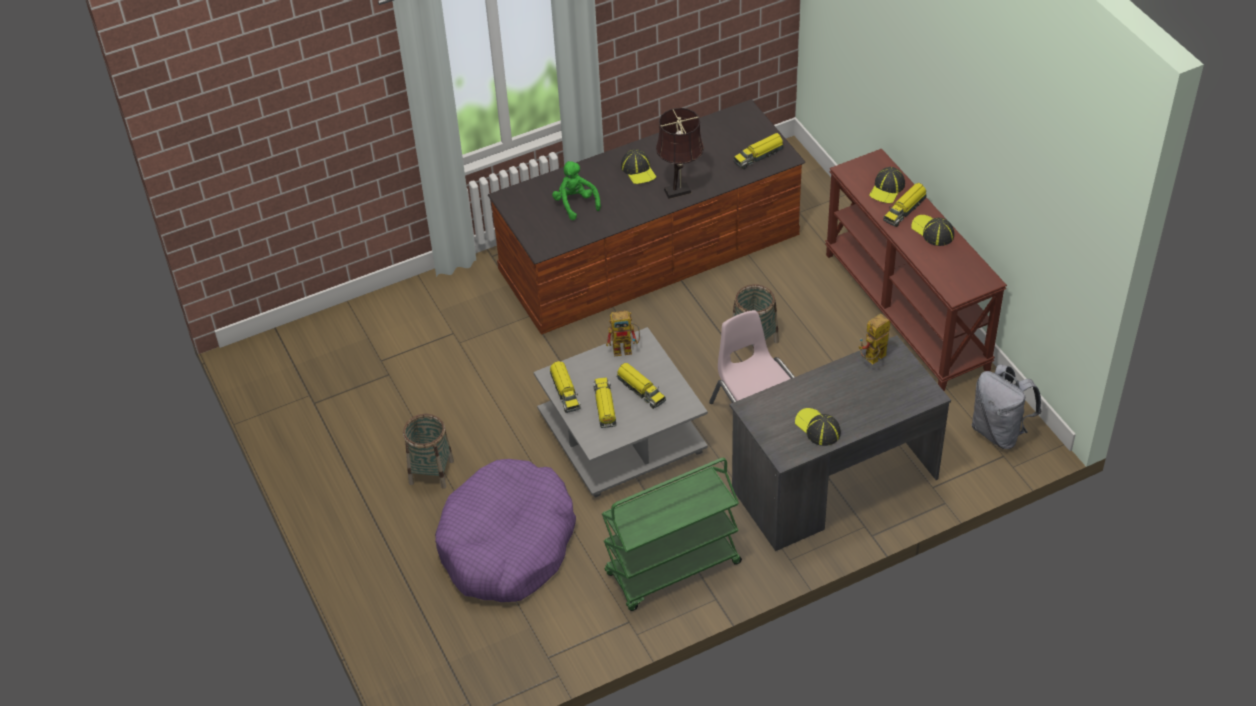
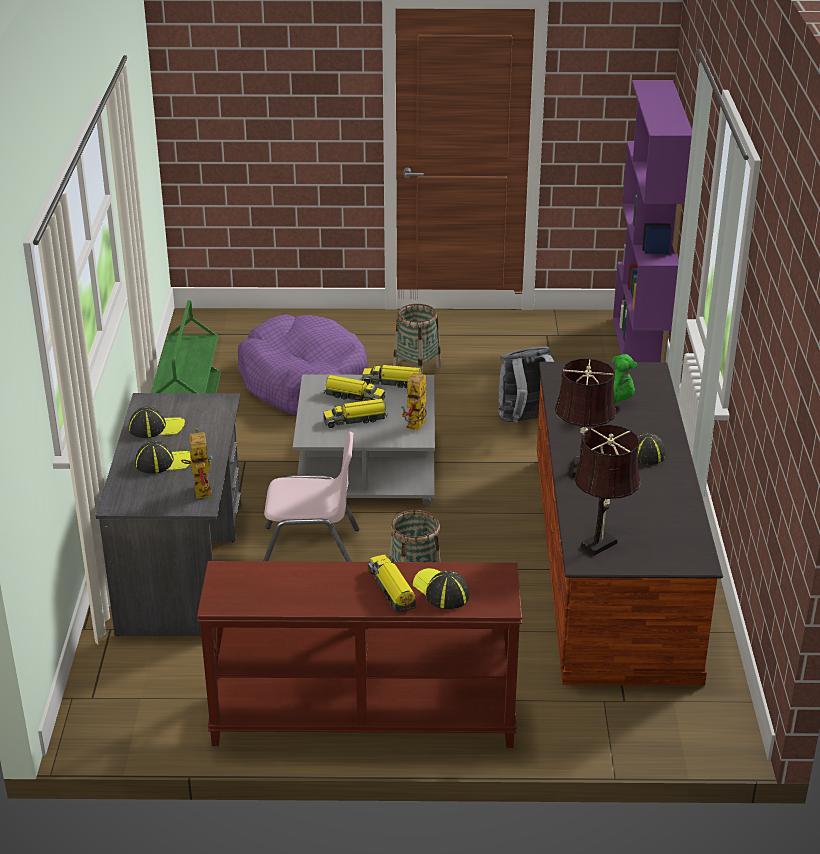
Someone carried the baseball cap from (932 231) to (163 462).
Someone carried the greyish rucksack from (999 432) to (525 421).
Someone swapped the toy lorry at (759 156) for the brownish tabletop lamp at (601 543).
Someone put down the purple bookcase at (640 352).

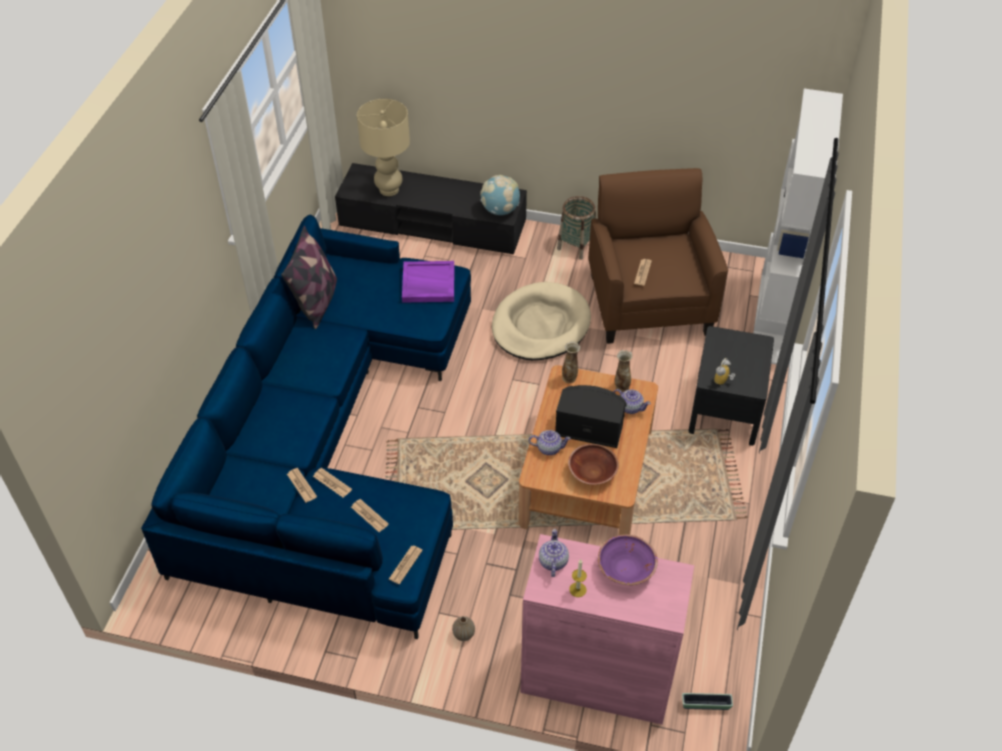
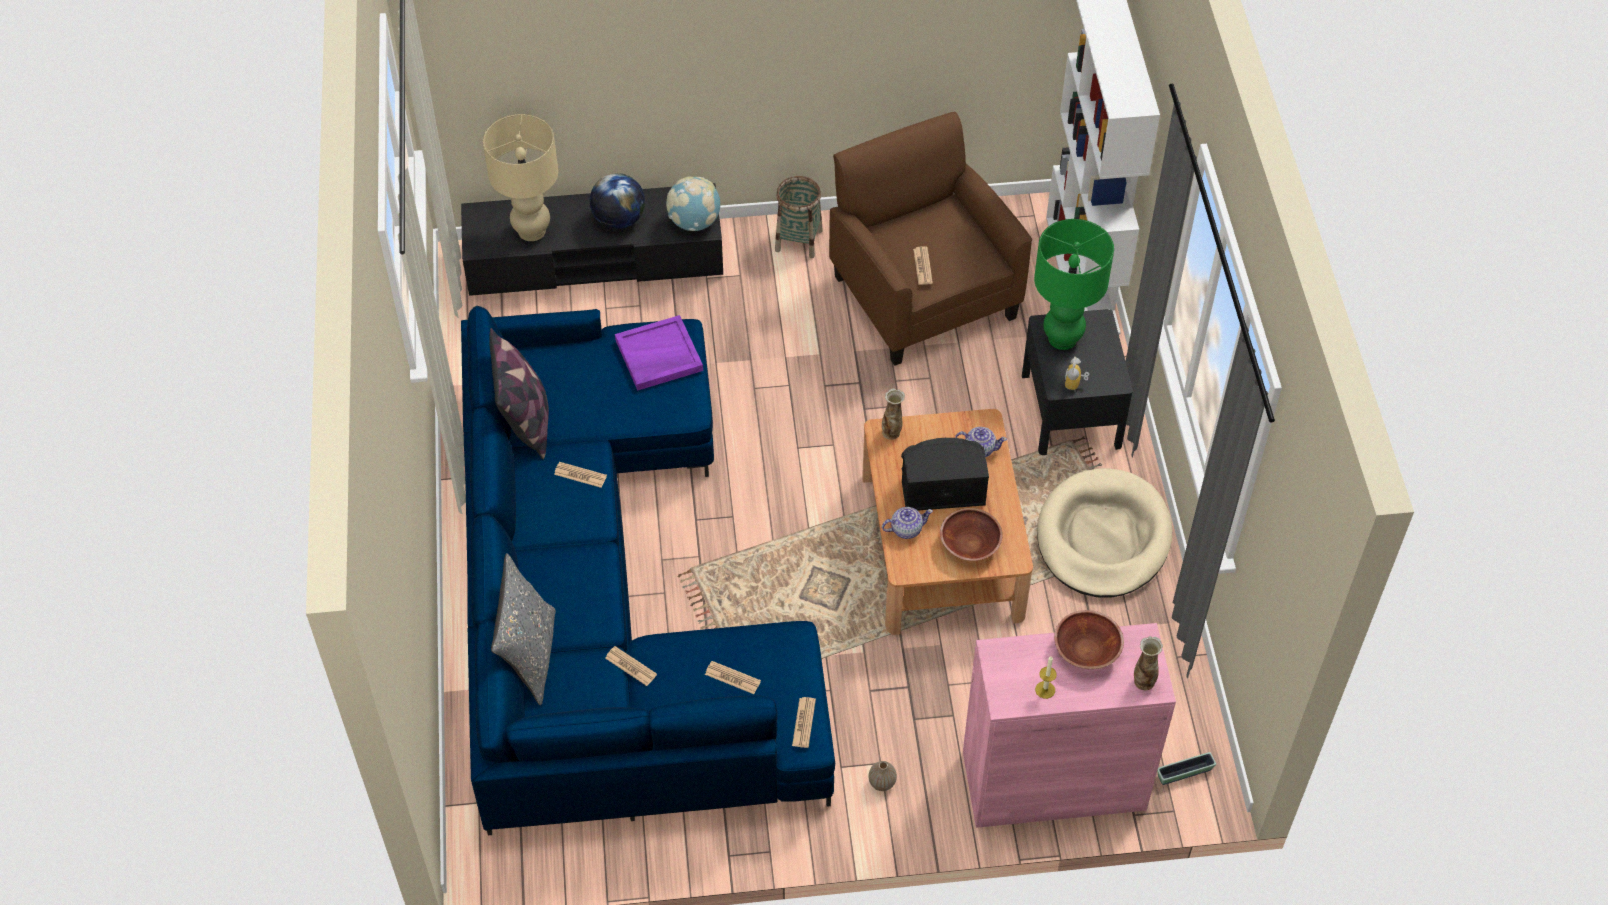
Someone put down the greyish throw pillow at (529 656).
Someone carried the daily paper from (332 483) to (580 475).
Someone put down the globe at (619 220).
Someone put down the greenish tabletop lamp at (1063 338).
Someone carried the sand-coloured dog cushion from (540 325) to (1103 537).
Someone repainted the purple serving bowl at (626 569), which became the brownish serving bowl at (1087 650).
Someone carried the vase from (621 387) to (1143 681).
Someone took away the tea pot at (552 561).

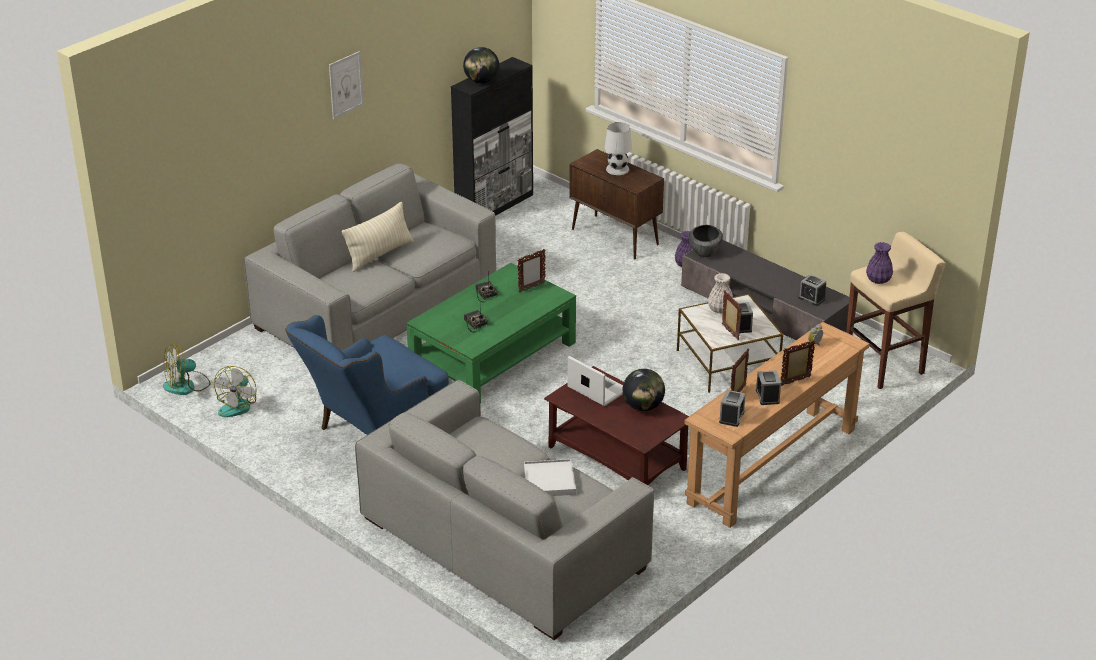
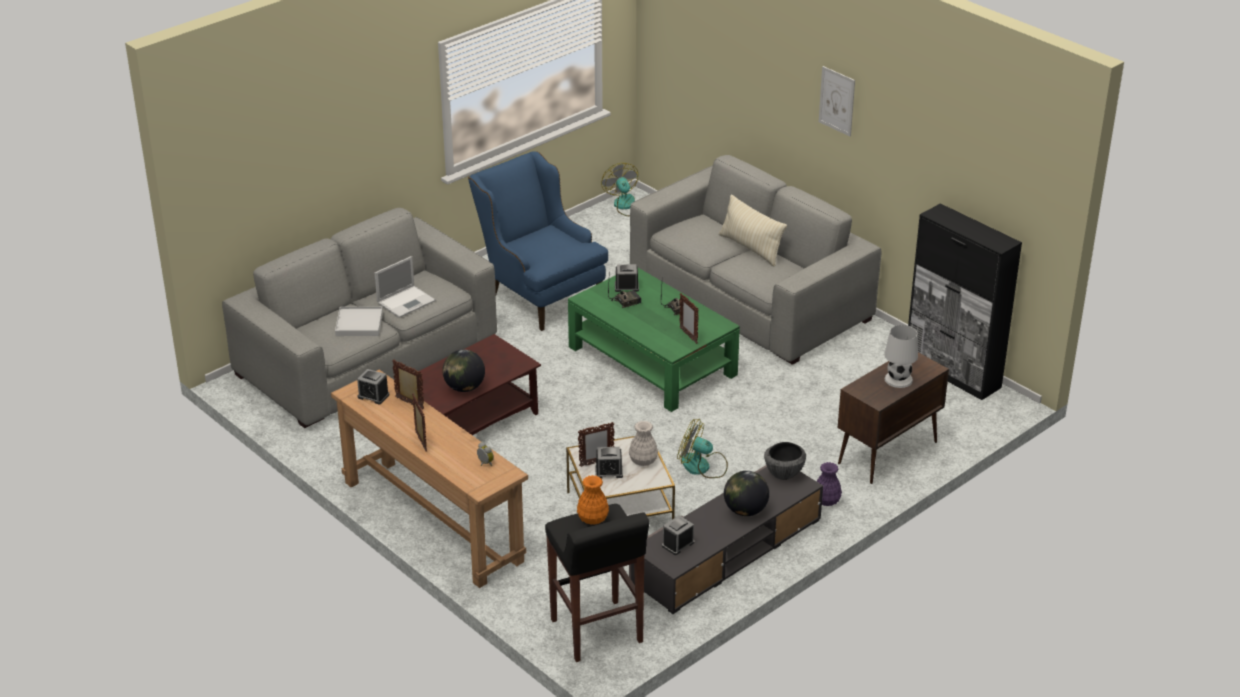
Someone carried the portable computer from (596 389) to (407 301).
Someone repainted the sand-coloured stool at (885 366), which became the black-coloured stool at (597 632).
Someone repainted the purple vase at (878 280), which became the orangey vase at (592 519).
Someone carried the table clock from (767 396) to (626 287).
Someone carried the electric fan from (238 405) to (702 466).
Someone carried the globe from (481 81) to (745 511).

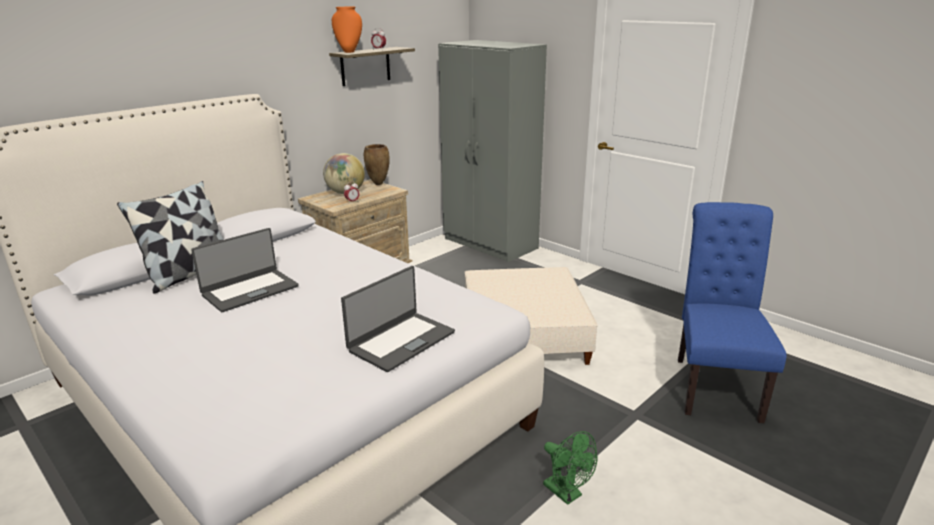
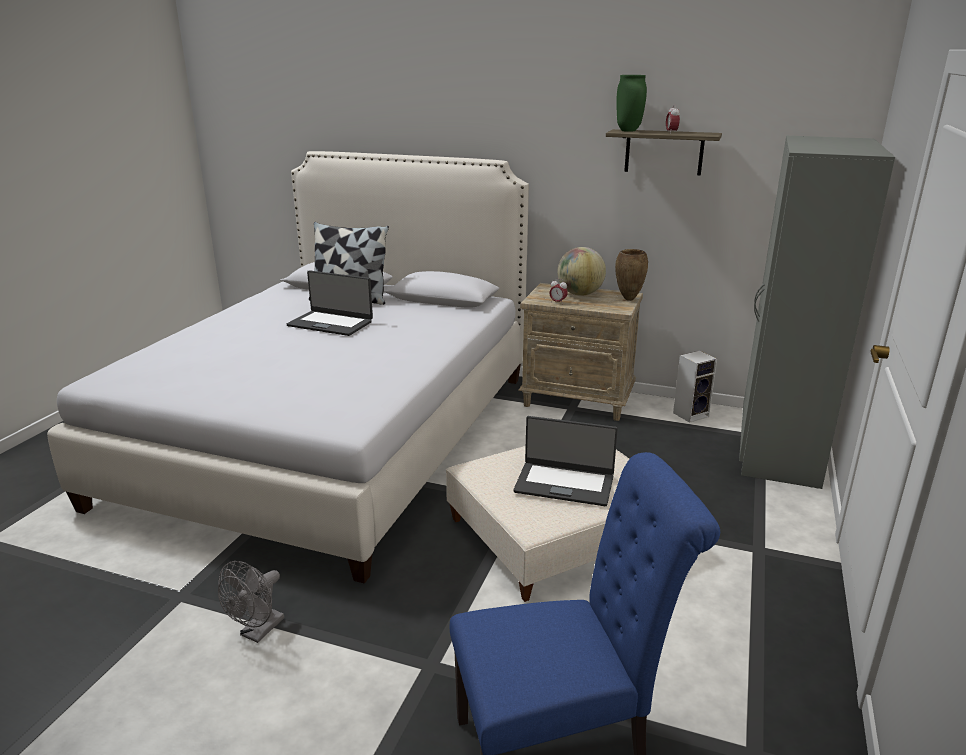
Someone repainted the greenish electric fan at (567 494), which became the greyish electric fan at (258 632).
Someone carried the portable computer from (400 341) to (564 483).
Someone repainted the orangey vase at (349 52), which became the greenish vase at (629 130).
Someone put down the audio speaker at (691 414).

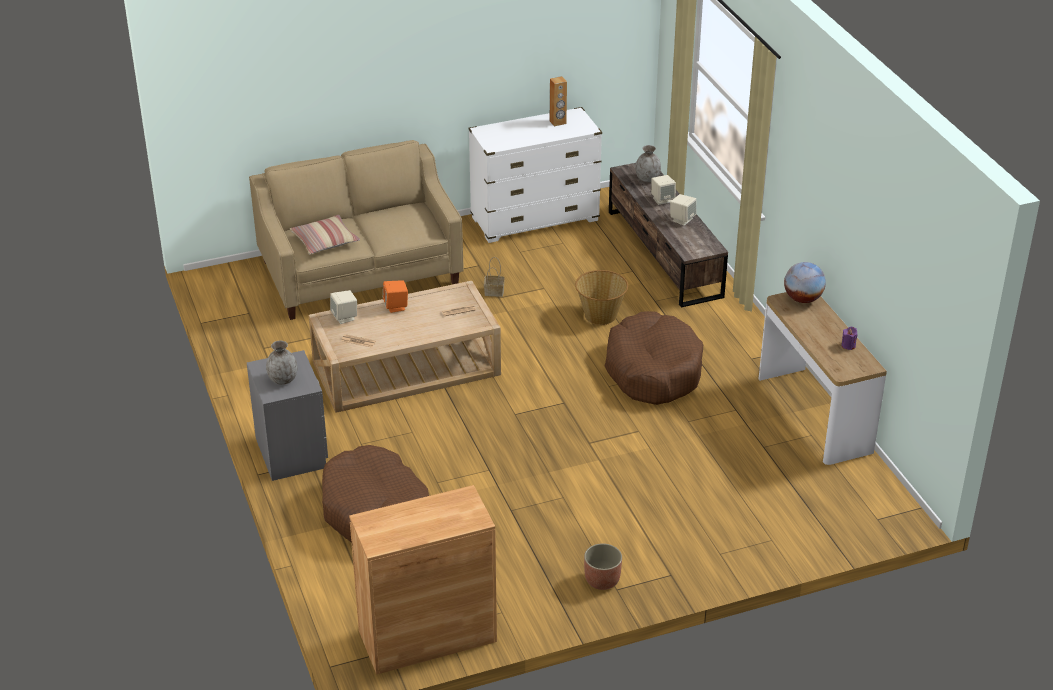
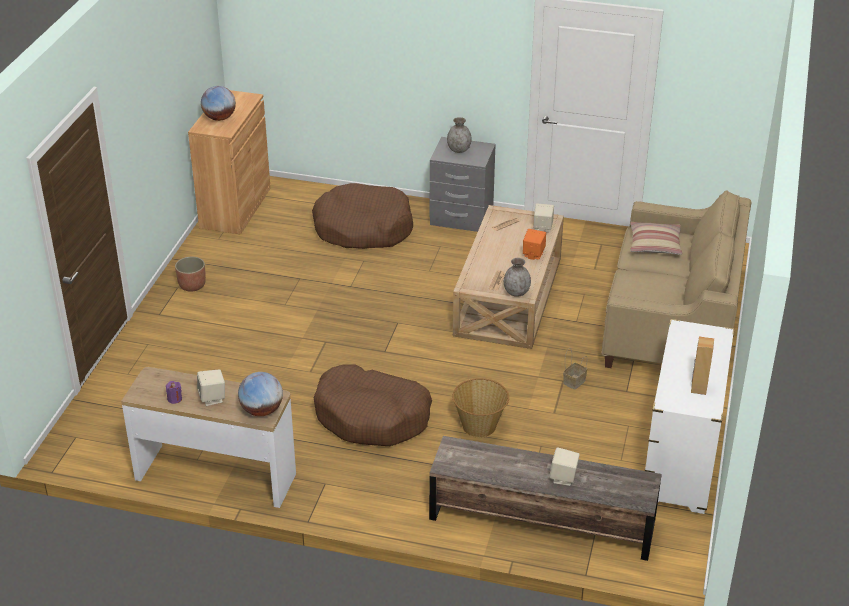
Someone carried the sand-coloured audio speaker from (682 219) to (212 398).
Someone put down the globe at (219 118).
Someone carried the greyish vase from (647 179) to (516 292).

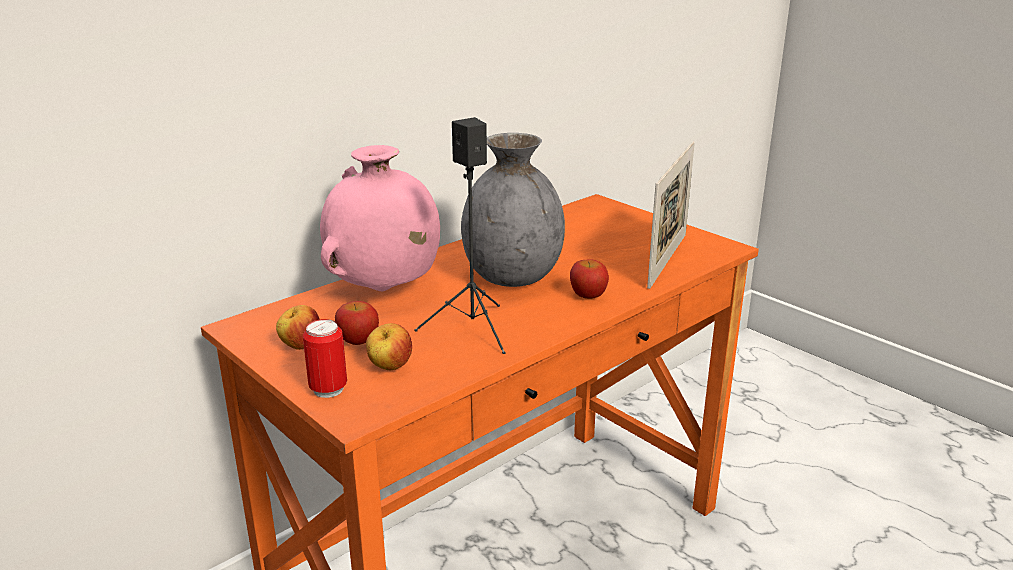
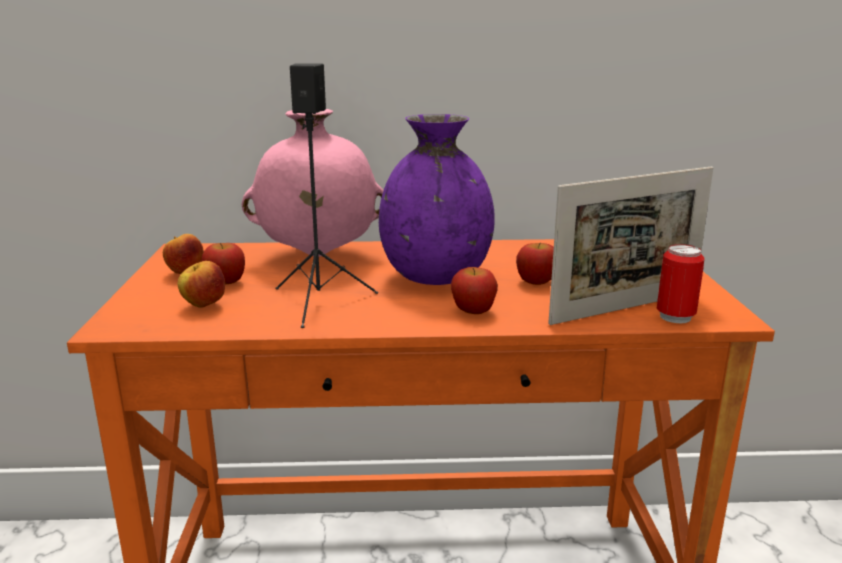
Someone repainted the greyish vase at (513 277), which became the purple vase at (437 277).
Someone put down the apple fruit at (536 282).
Someone carried the metal can from (328 389) to (675 317).

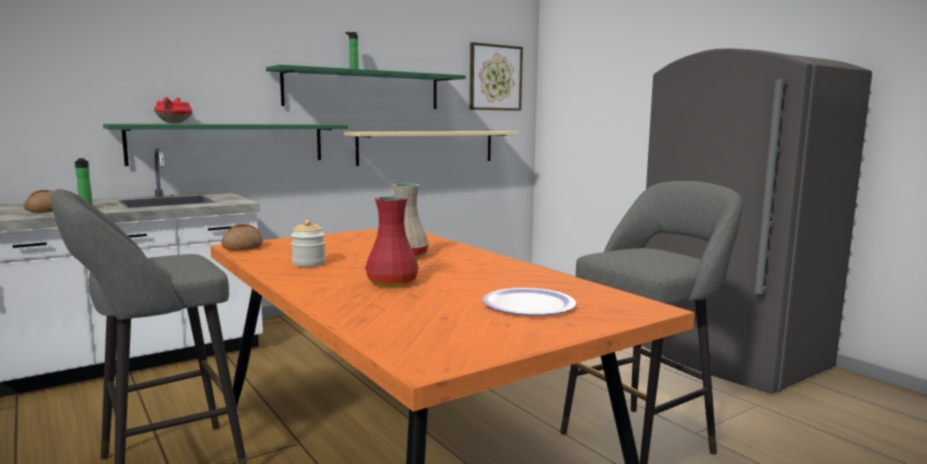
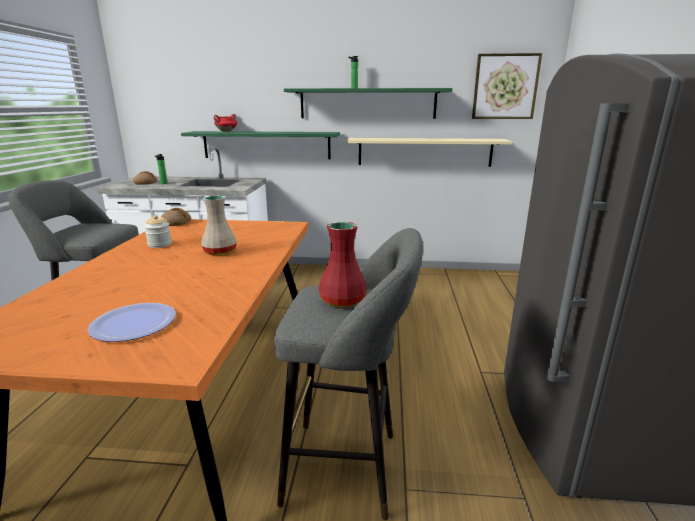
Someone carried the reddish vase from (391 282) to (343 300).

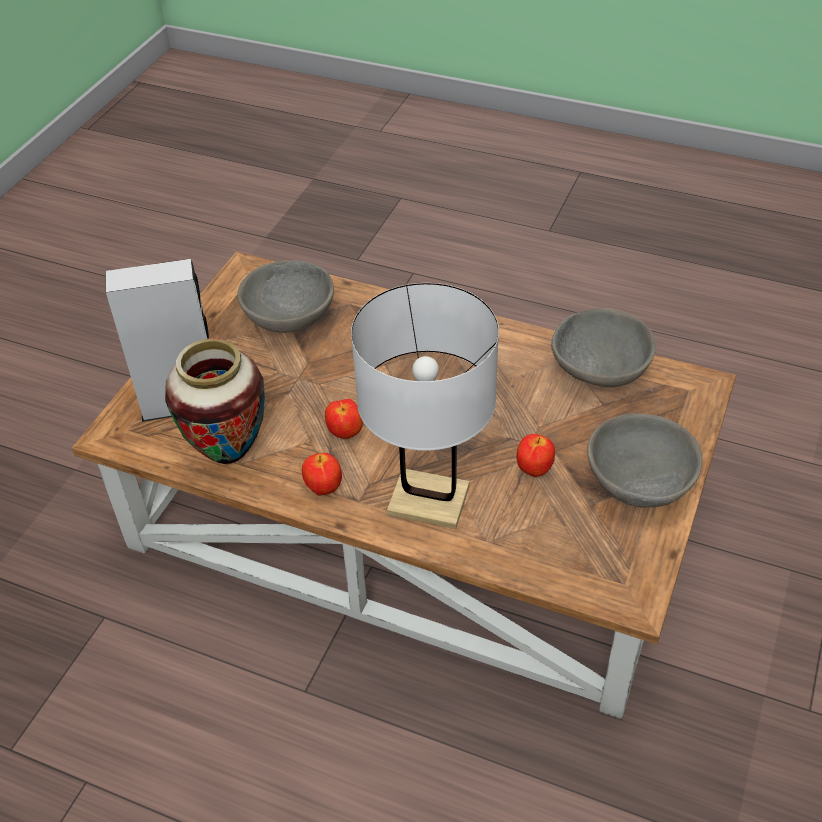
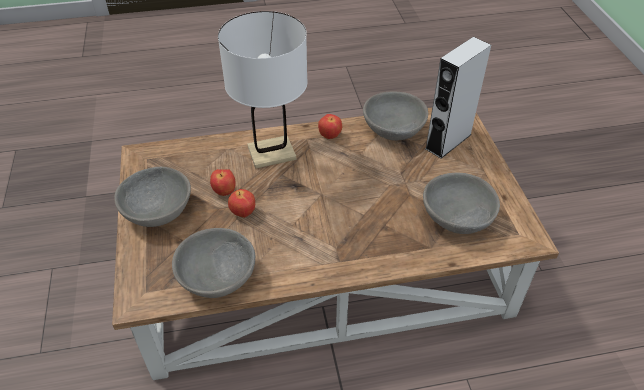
Someone carried the apple fruit from (345 433) to (243 213).
Someone swapped the vase at (229 453) for the greyish serving bowl at (393 130).

